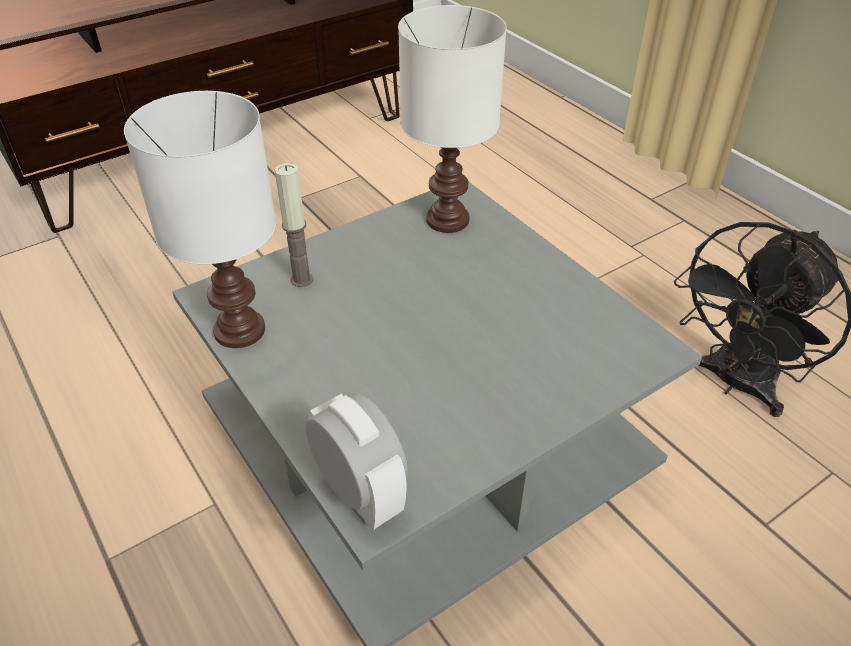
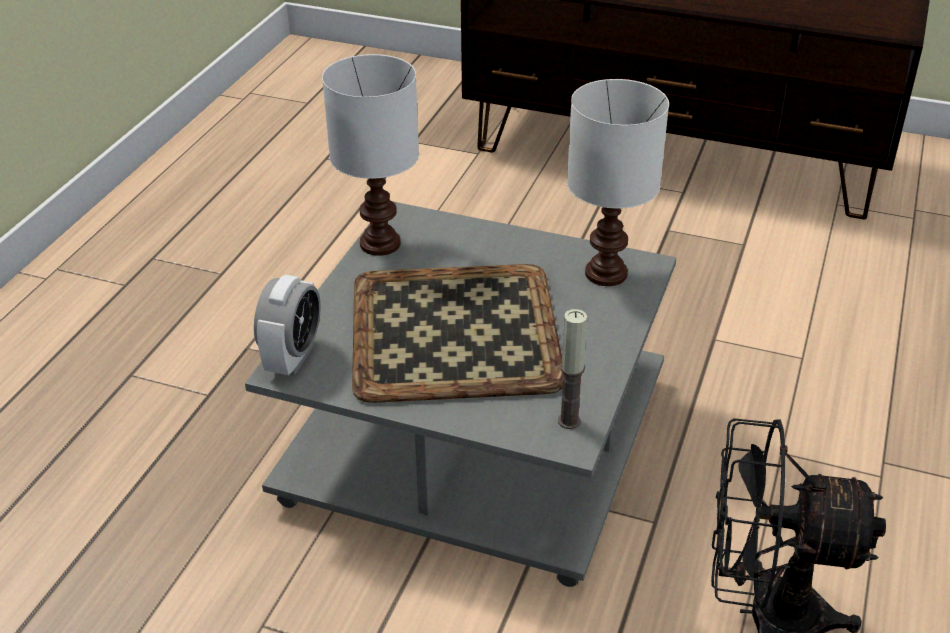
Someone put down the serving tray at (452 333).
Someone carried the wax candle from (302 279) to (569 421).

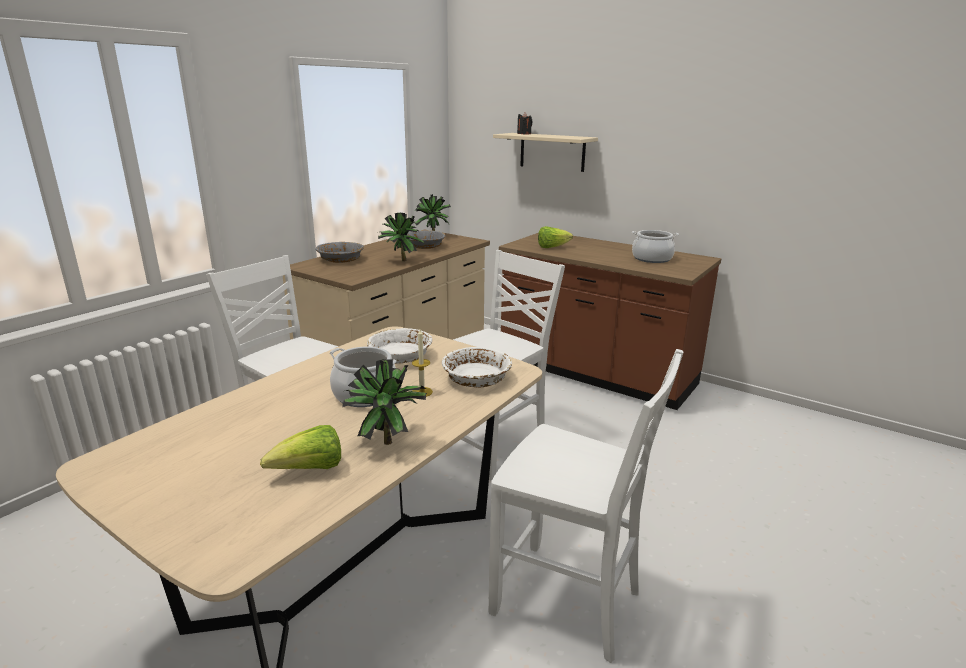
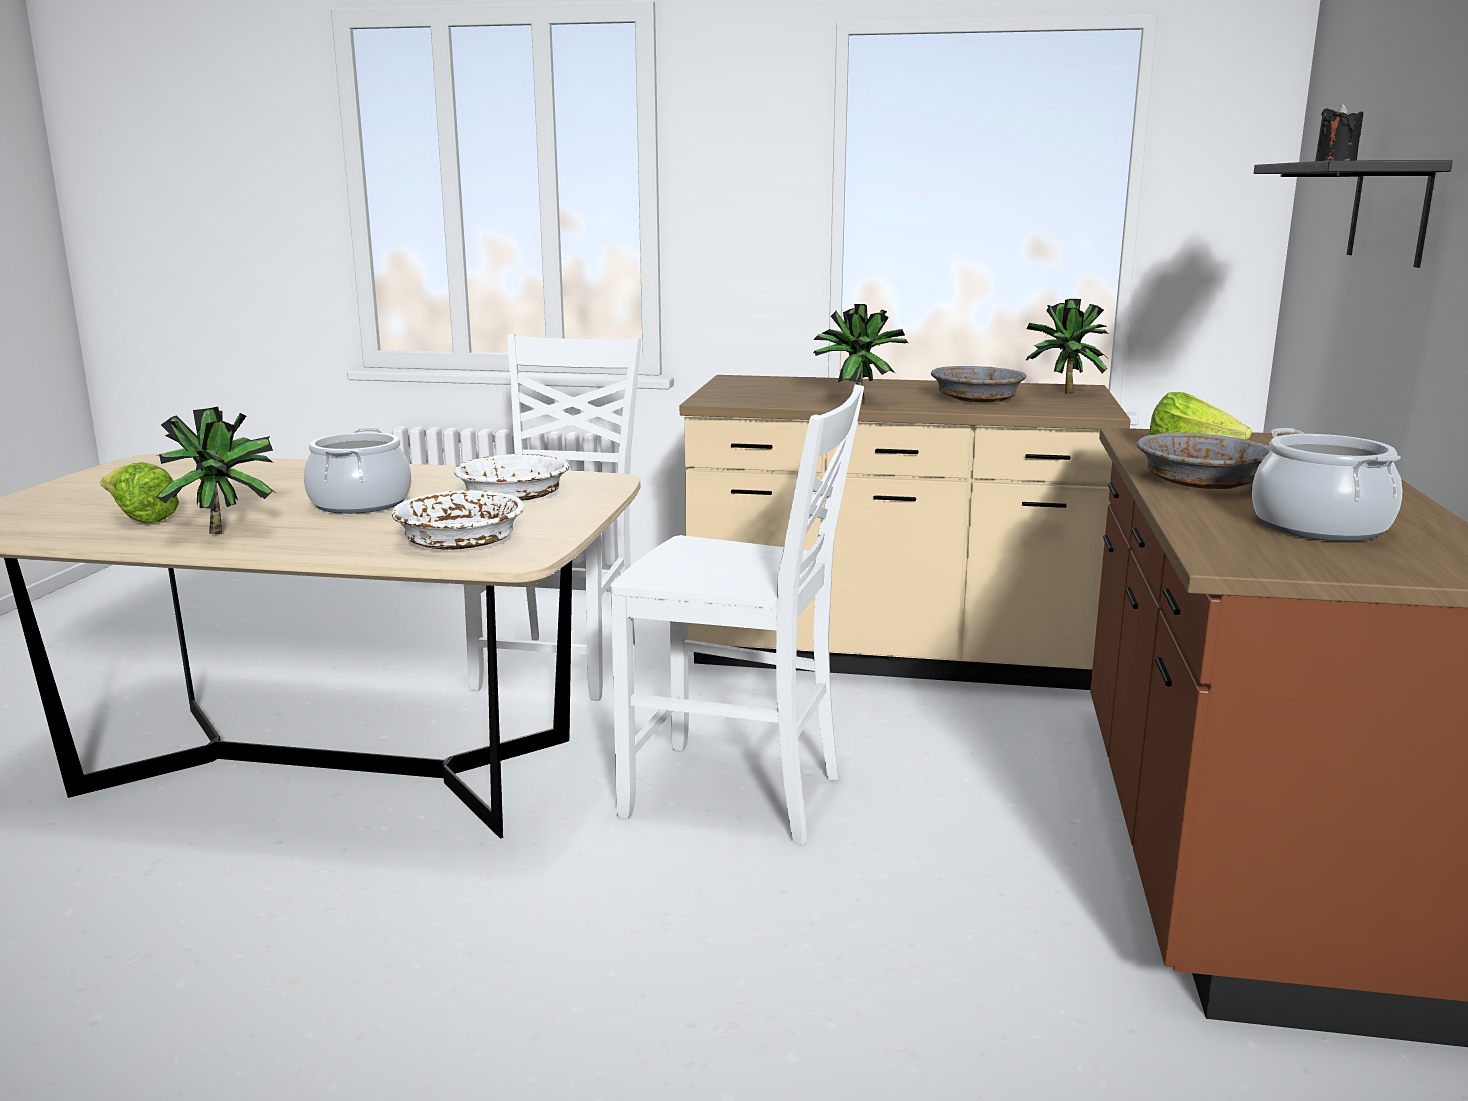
Someone carried the greyish serving bowl from (341 260) to (1201 481).
Someone repainted the sand-coloured shelf at (552 152), which became the black-coloured shelf at (1389 212).
Someone took away the wax candle at (422 392).
Someone took away the whitish upright chair at (569 602).

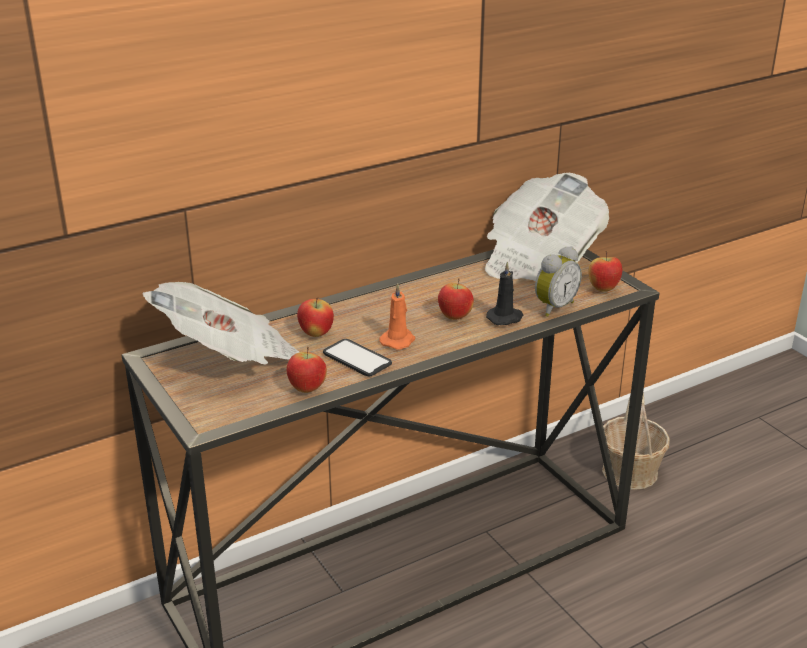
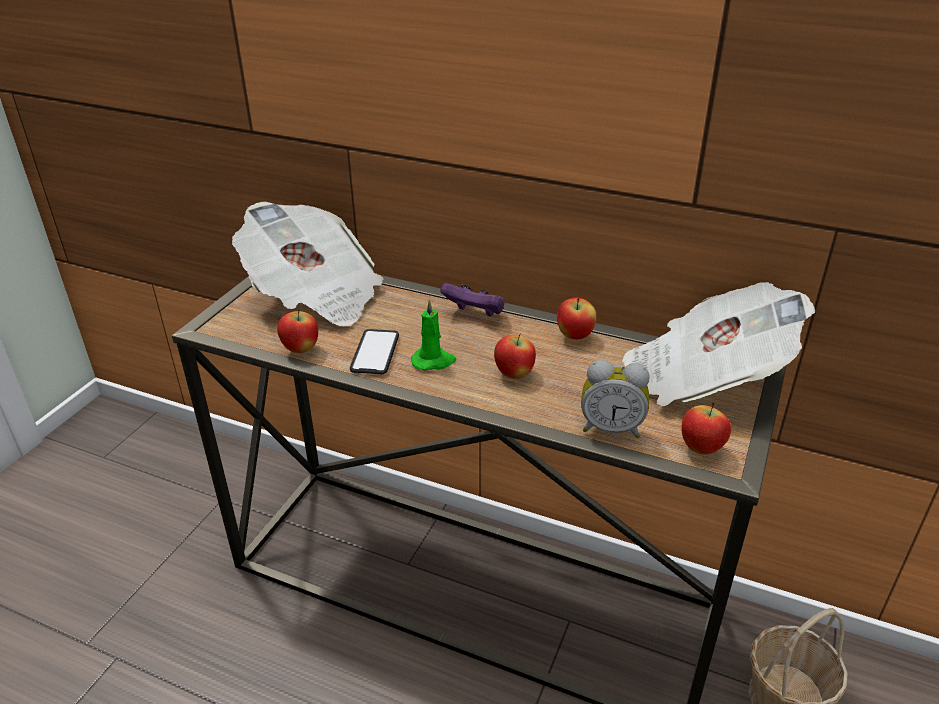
Someone repainted the orangey wax candle at (398 340), which became the greenish wax candle at (433 361).
Someone put down the purple gamepad at (475 314).
Someone carried the apple fruit from (316 334) to (575 336).
Someone took away the black-coloured wax candle at (505 318).

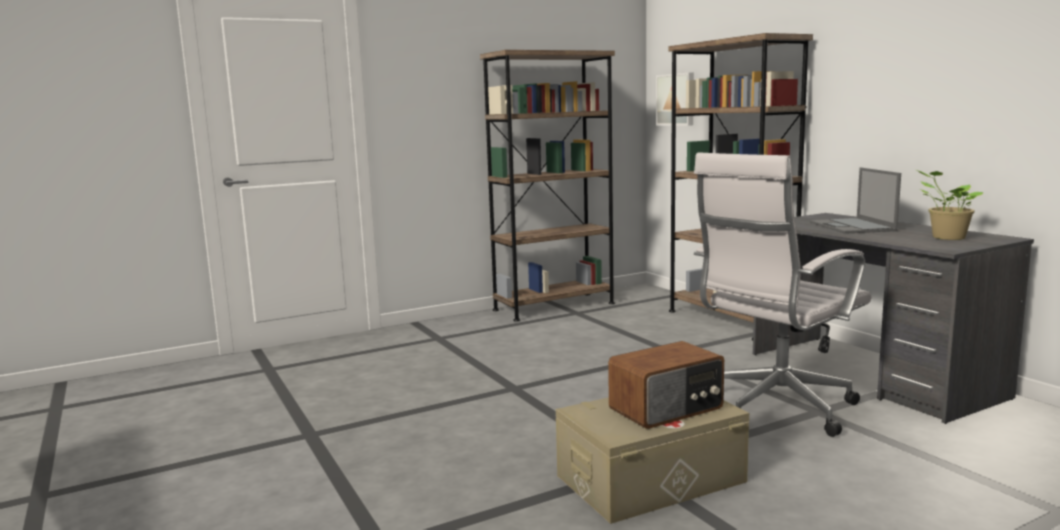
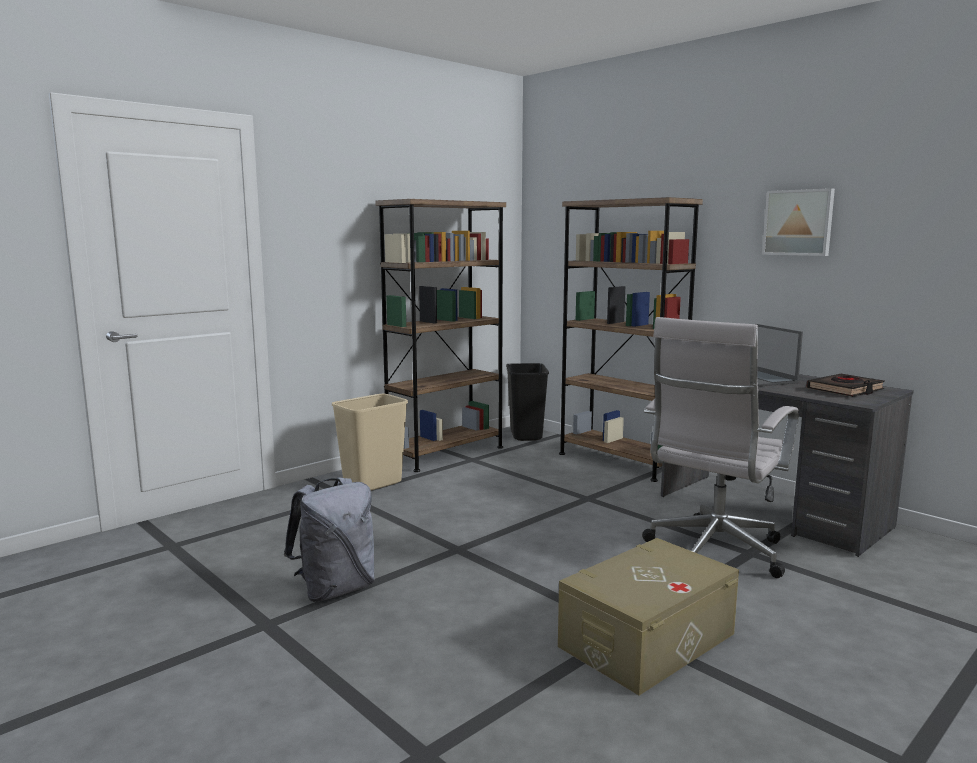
Someone put down the greyish rucksack at (335 589).
Someone put down the sand-coloured rubbish bin at (372 484).
Someone put down the black-coloured rubbish bin at (527 435).
Someone carried the picture from (676 99) to (798 222).
Someone swapped the houseplant at (945 237) for the black-coloured book at (845 390).
Someone took away the radio at (667 409).

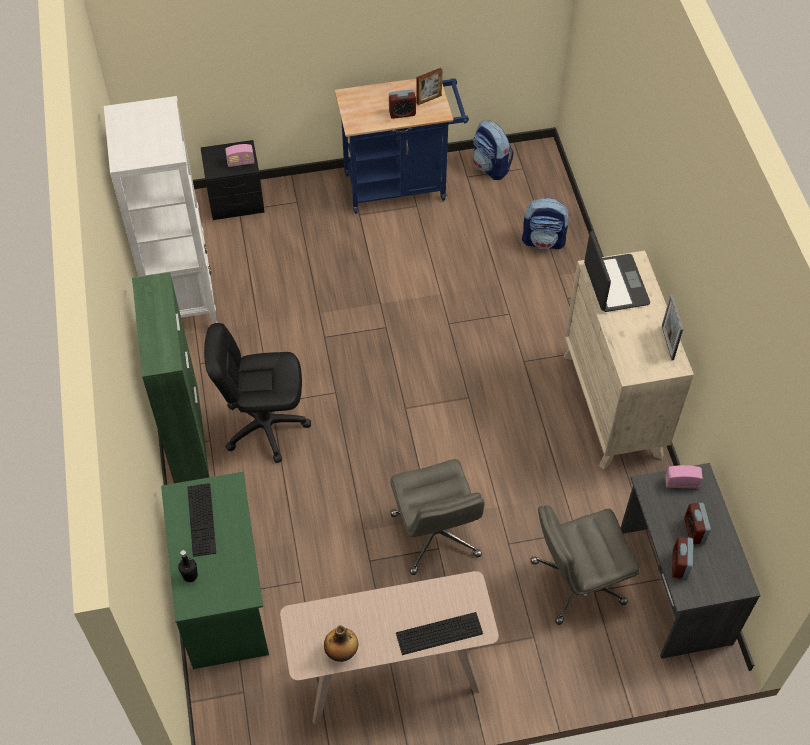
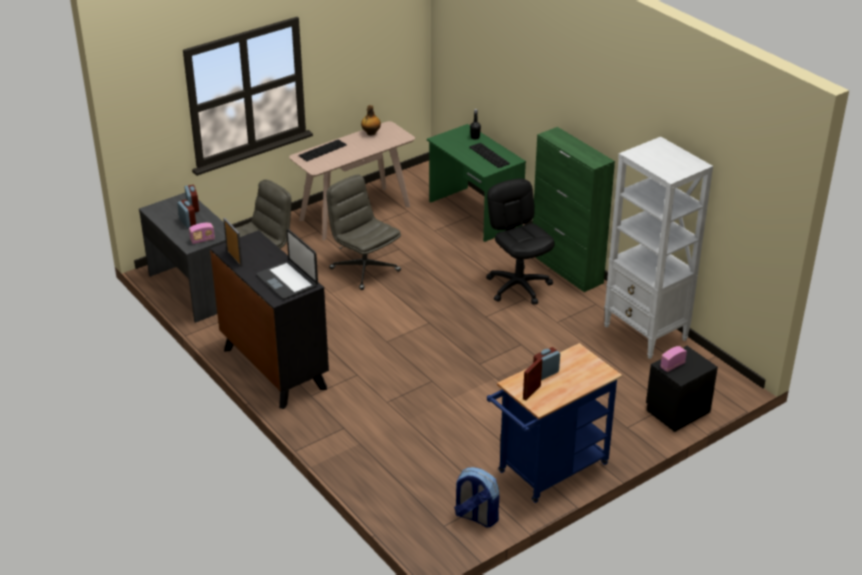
Someone repainted the sand-coloured chest of drawers at (612 404), which became the black-coloured chest of drawers at (274 368).
Someone rotated the black-coloured office chair at (265 426) by 90 degrees counterclockwise.
Someone took away the rucksack at (544 241).

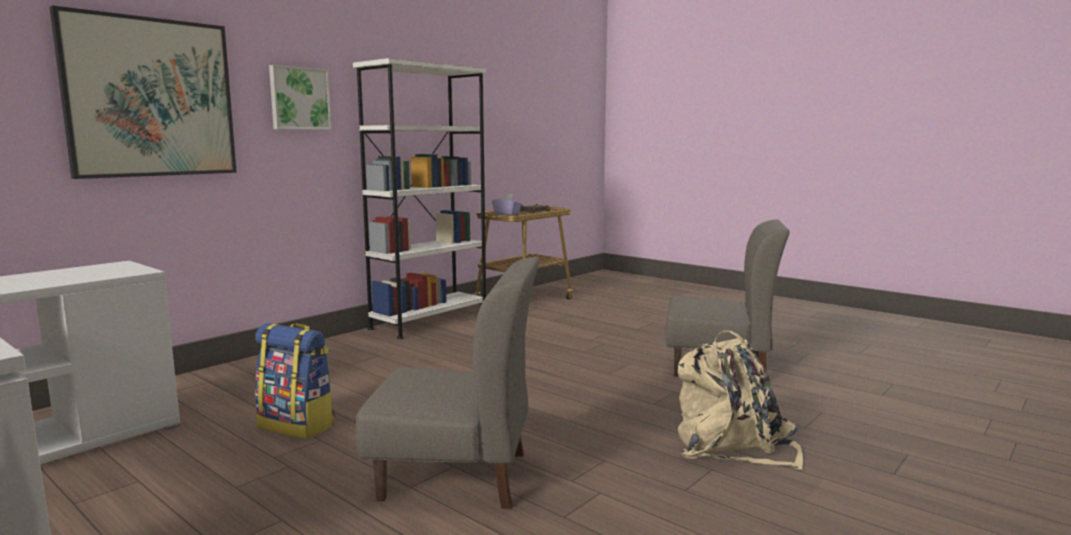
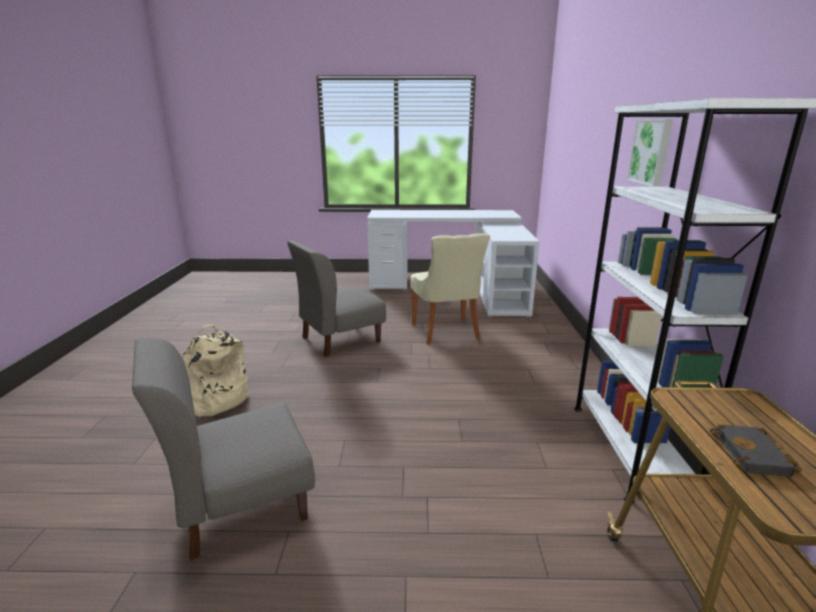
Someone swapped the rucksack at (298 425) for the sand-coloured upright chair at (446 332).
Someone took away the picture at (150 98).
Someone took away the purple tissue holder at (507 214).

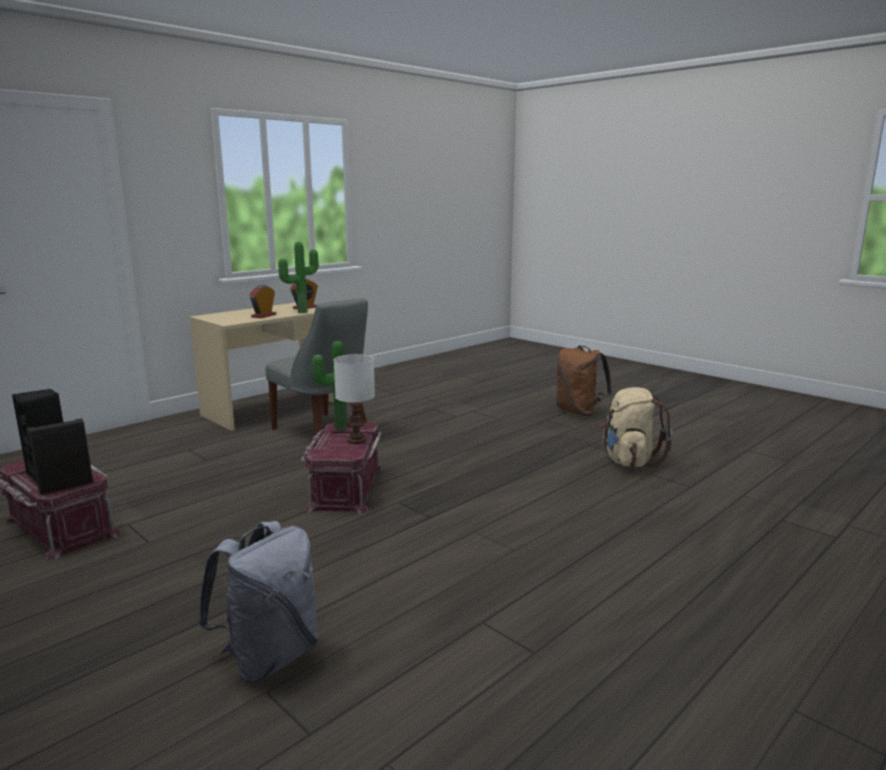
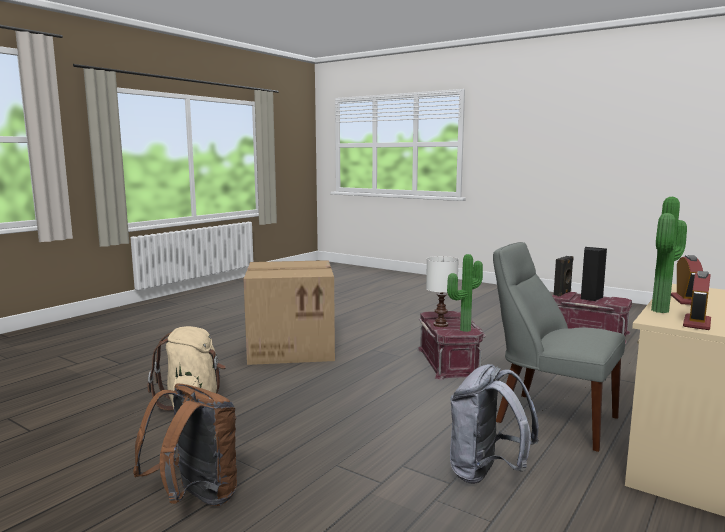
Someone put down the carton at (292 347).
Someone carried the greyish rucksack from (269 657) to (487 473).

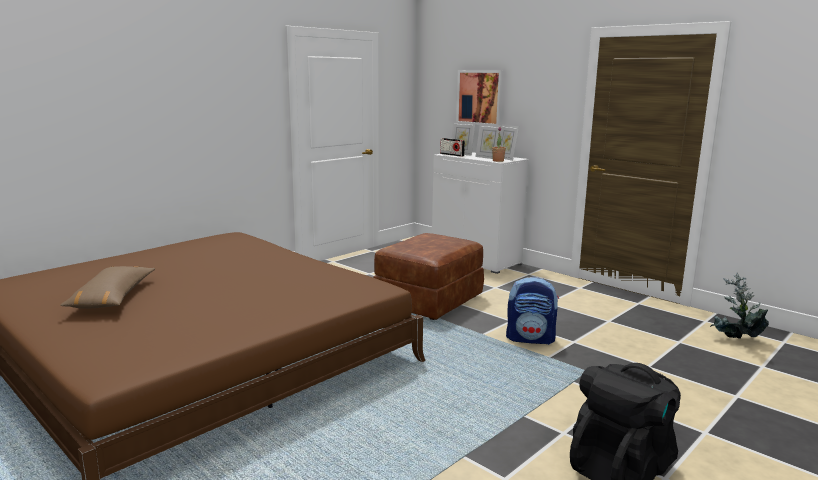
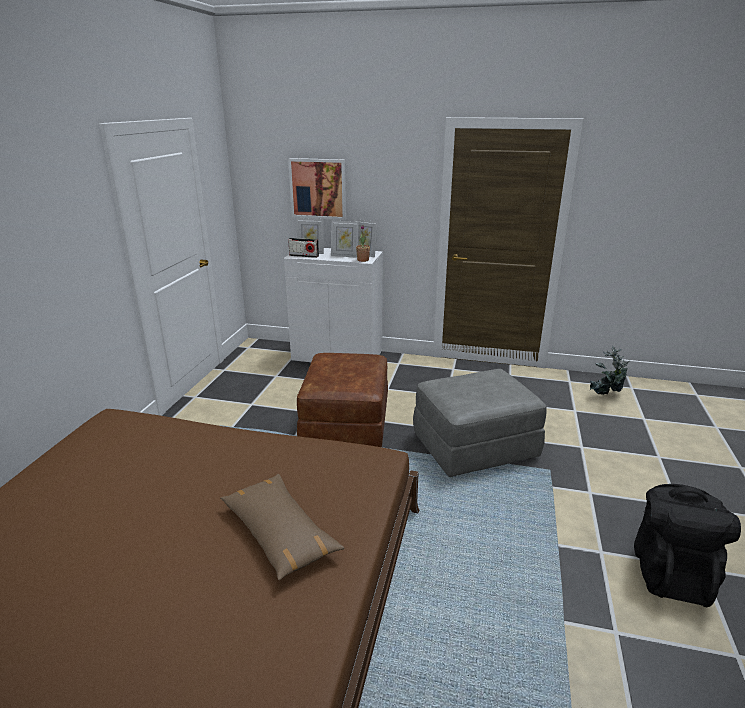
Someone carried the brownish throw pillow from (112 297) to (279 533).
Someone swapped the rucksack at (530 339) for the greyish pouffe at (475 446).

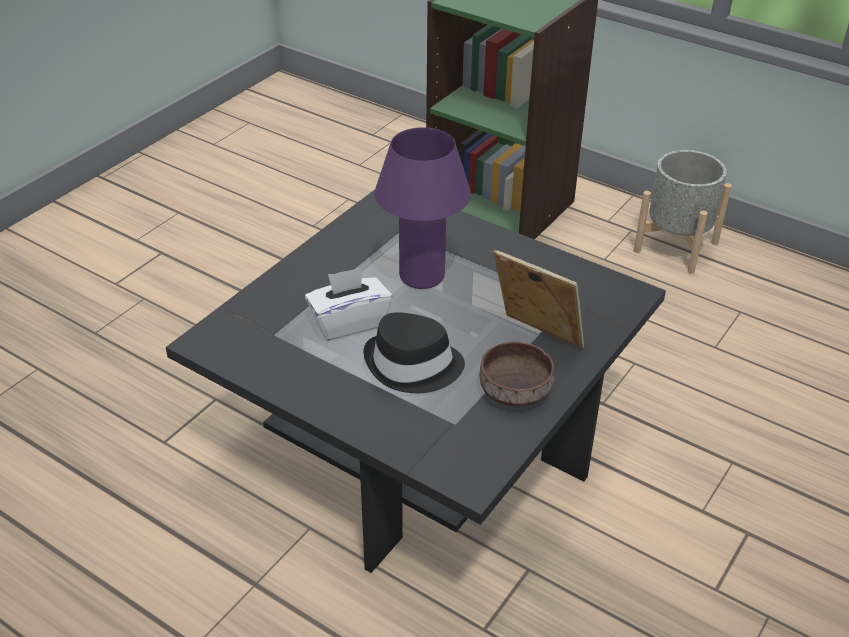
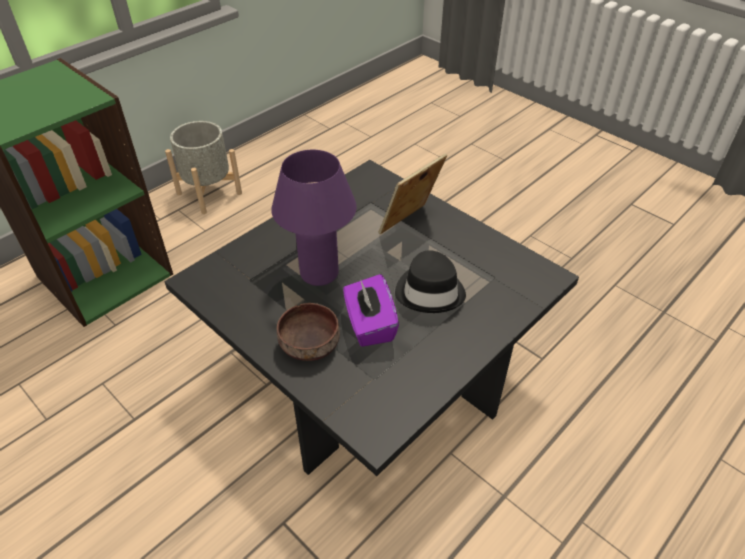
Someone carried the brownish serving bowl from (513 390) to (309 344).
Someone repainted the whitish tissue holder at (349 323), which became the purple tissue holder at (369 325).

